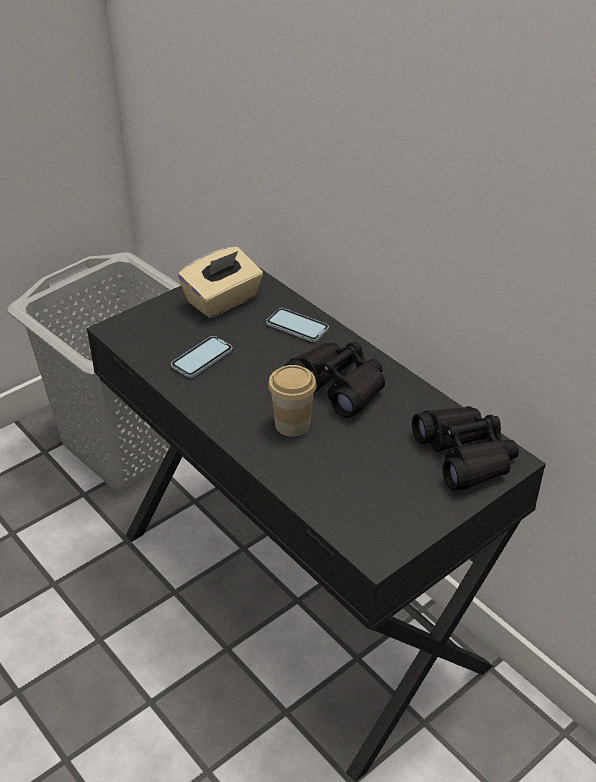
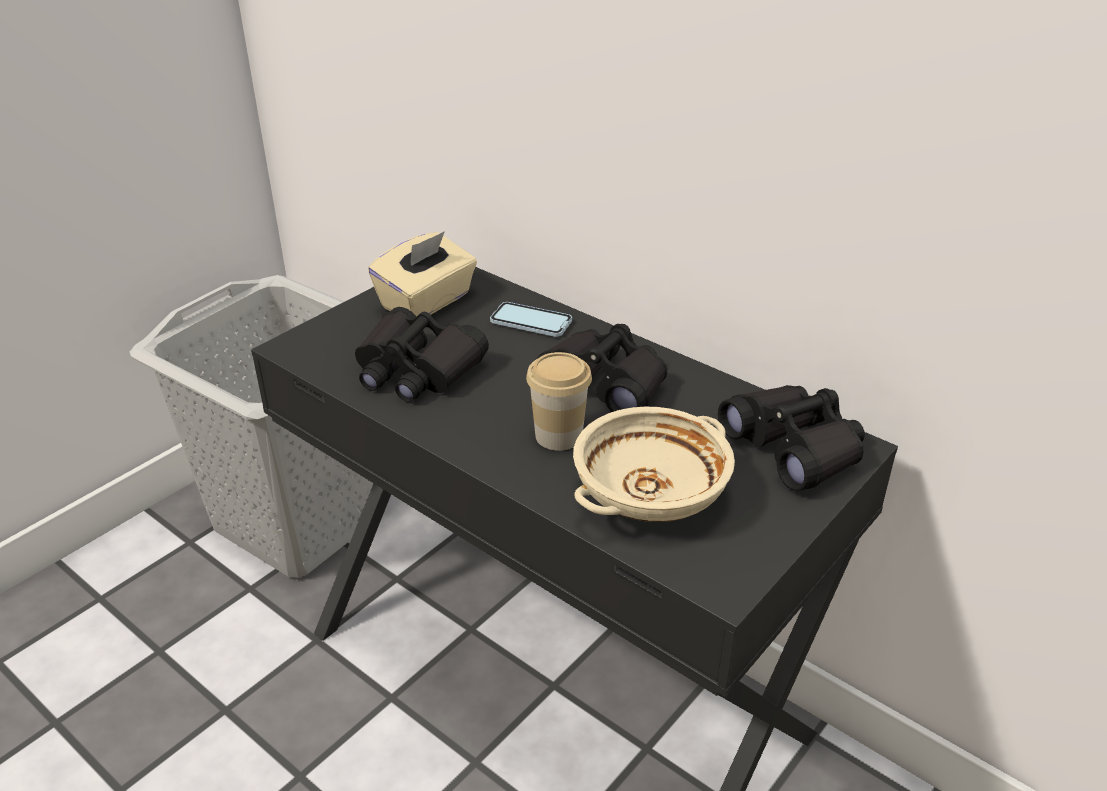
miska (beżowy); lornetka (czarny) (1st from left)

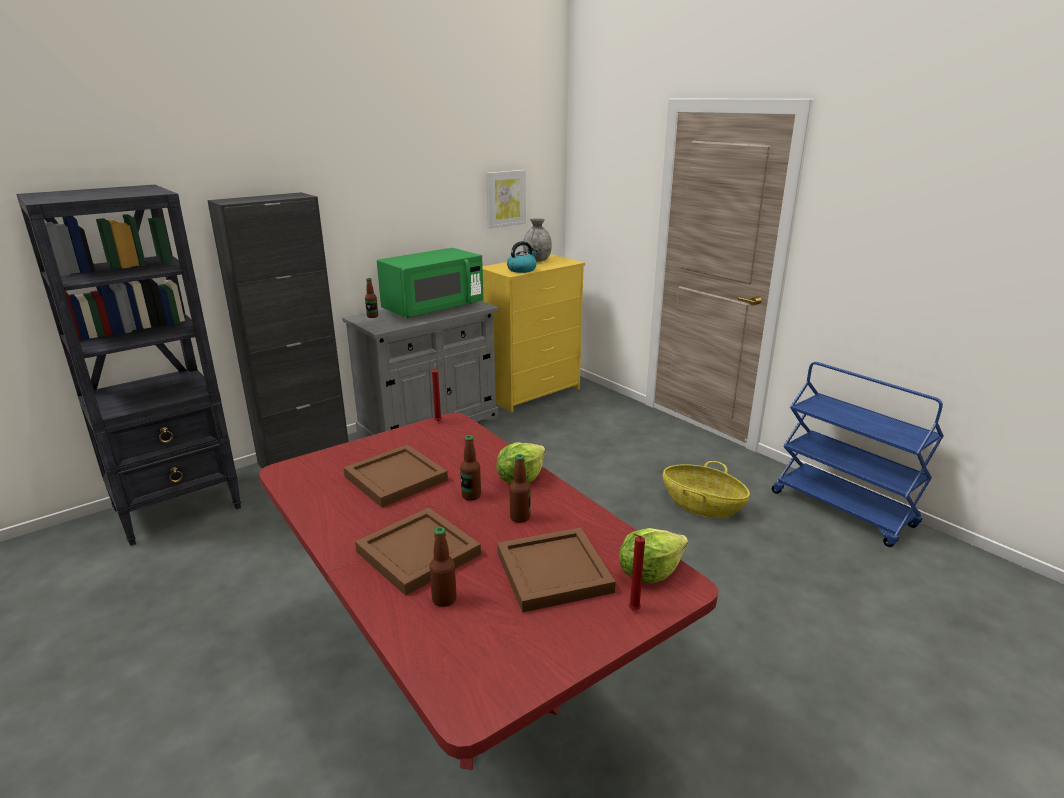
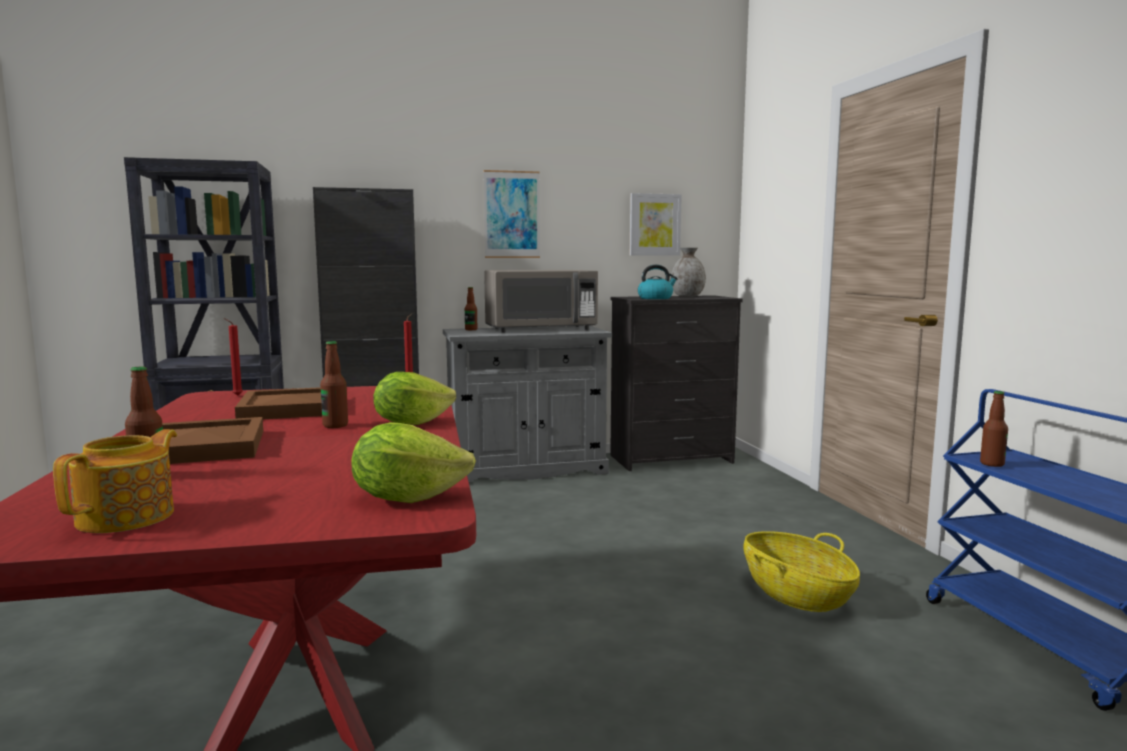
taca (brązowy) (3rd from left in the first image); imbryk; obraz (1st from left); butelka (4th from left); świeca (czerwony) (1st from left); mikrofalówka (szary); komoda (czarny)

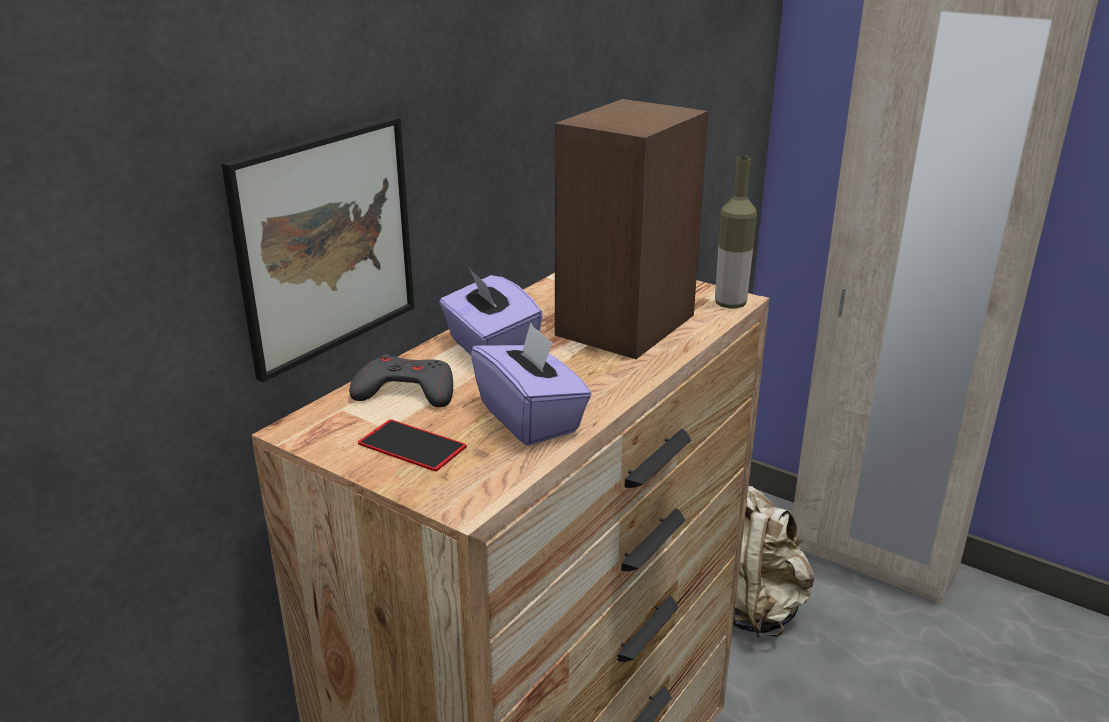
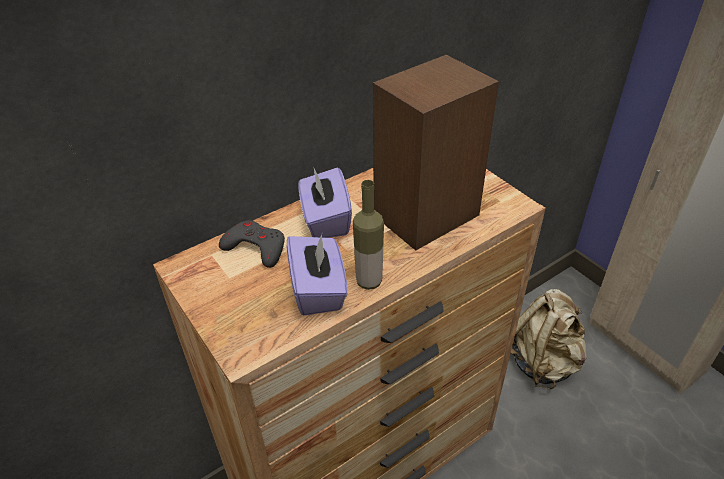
obraz; telefon; butelka

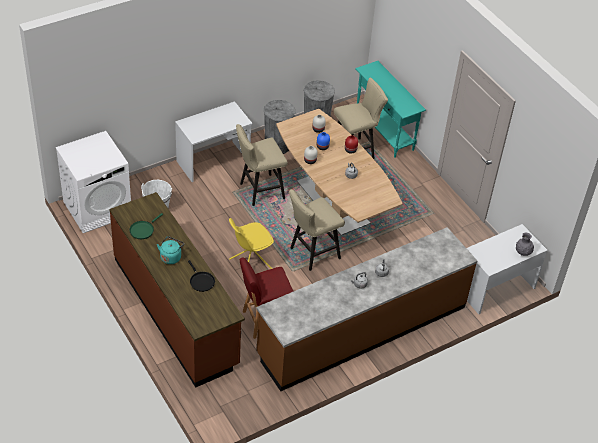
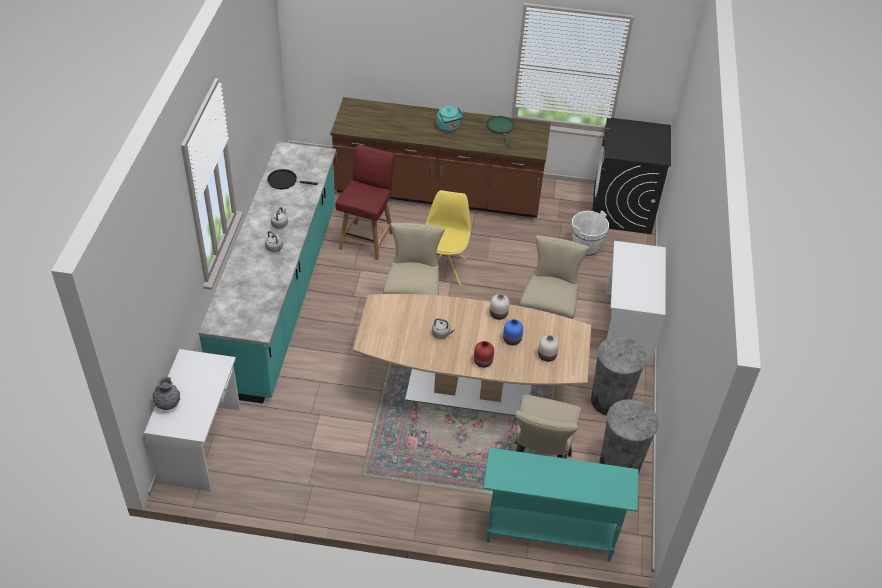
patelnia (czarny); pralka (czarny); zabudowa kuchenna (turkusowy)

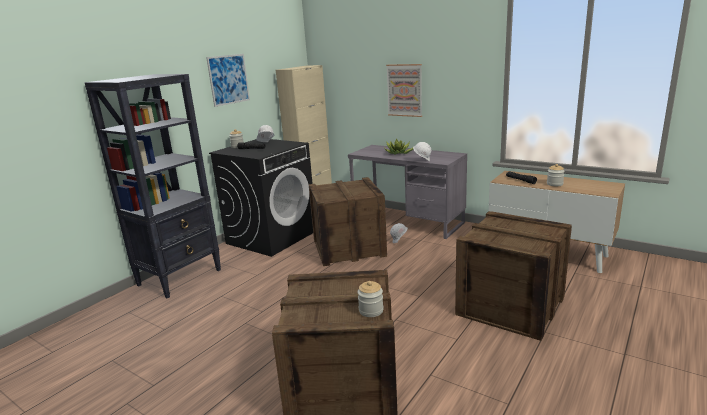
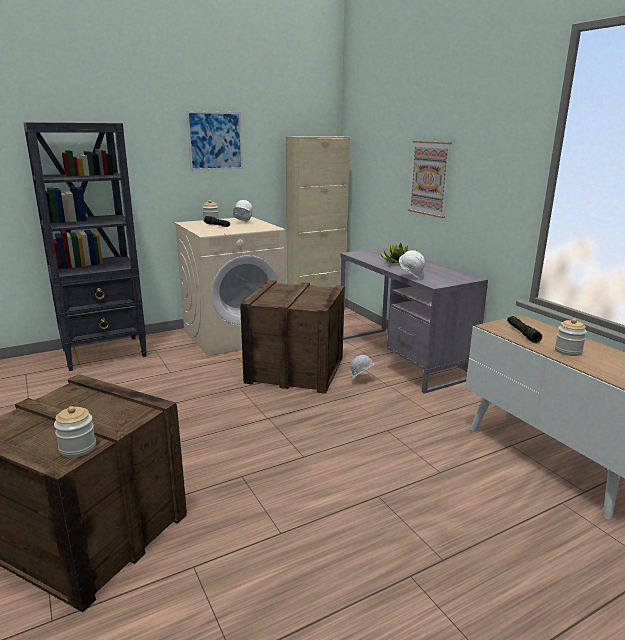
skrzynka (3rd from left in the first image); pralka (beżowy)

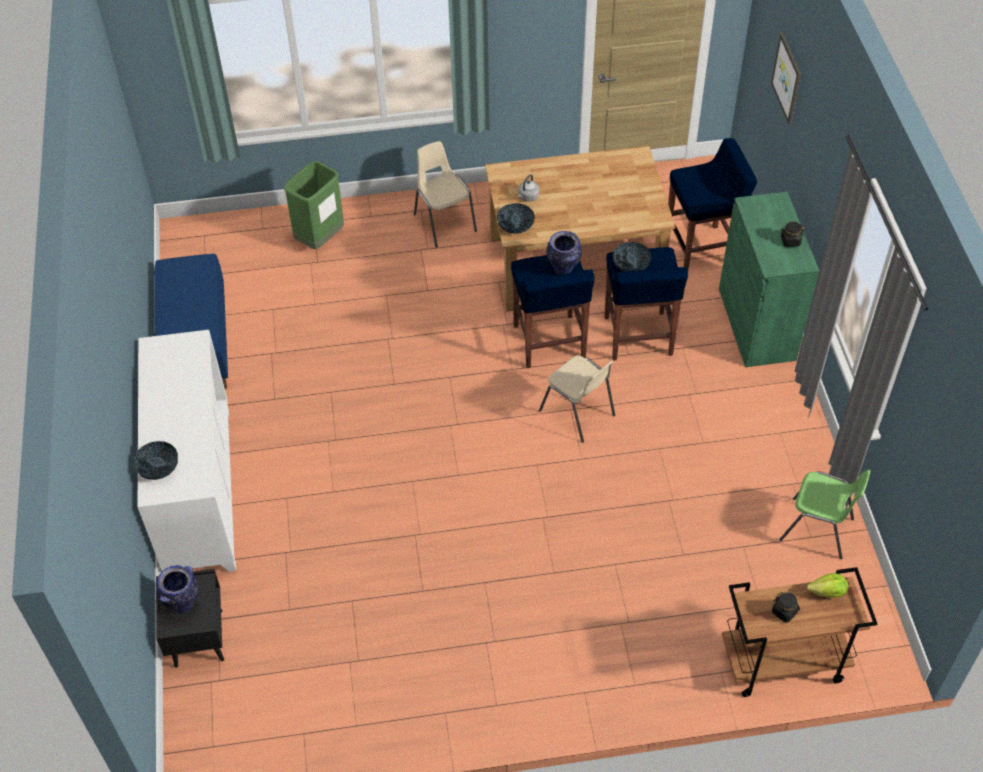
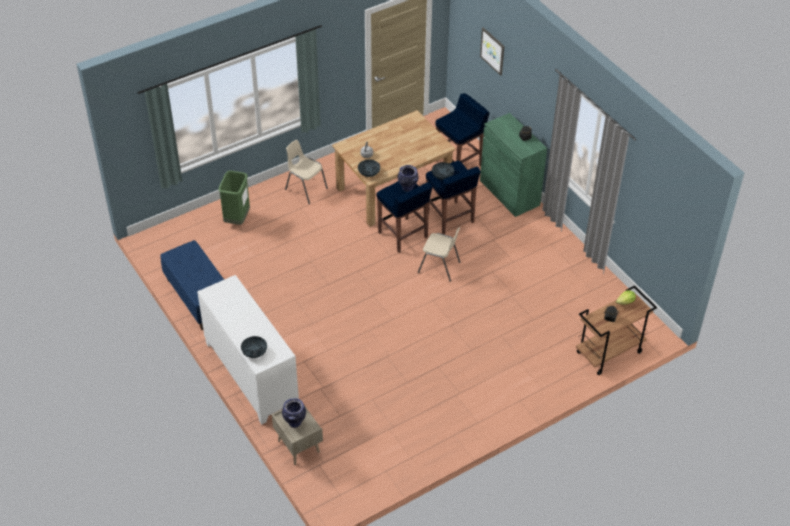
krzesło (zielony); szafka nocna (beżowy)

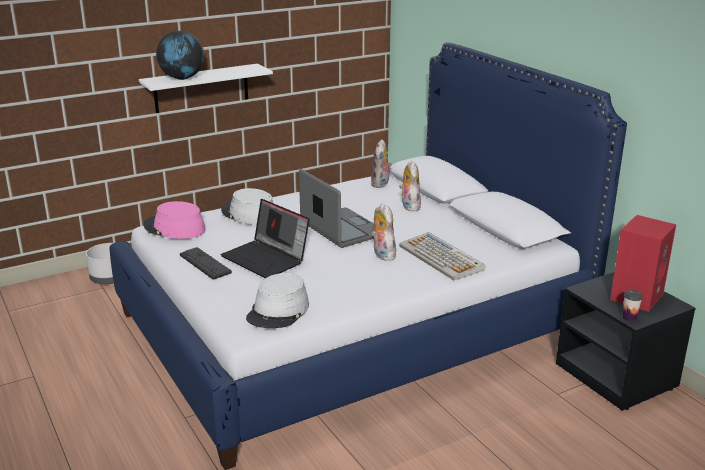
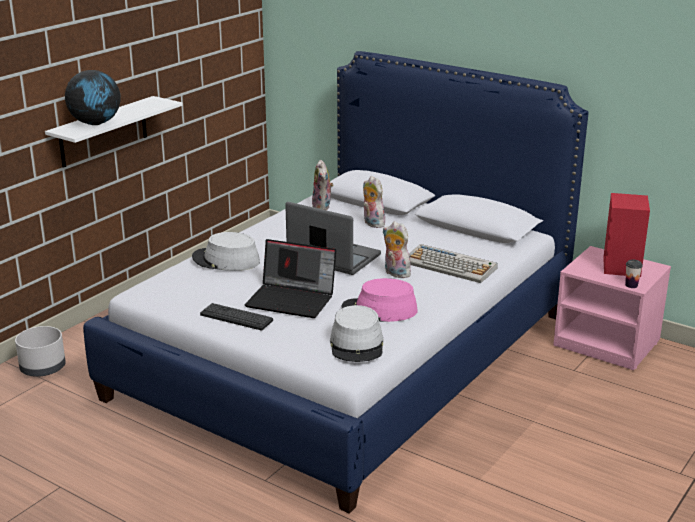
kapelusz (różowy); szafka nocna (różowy)

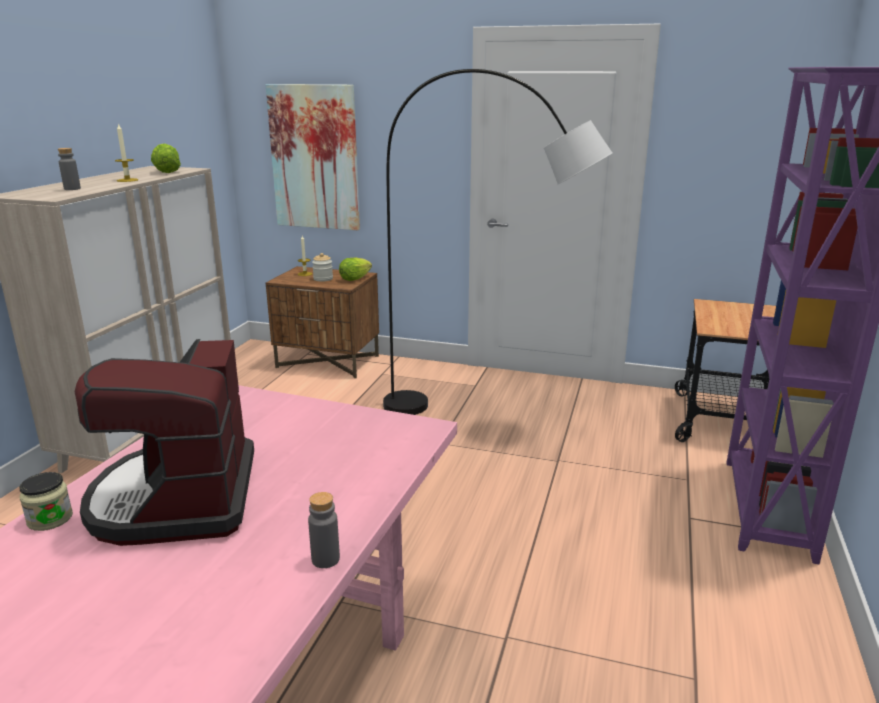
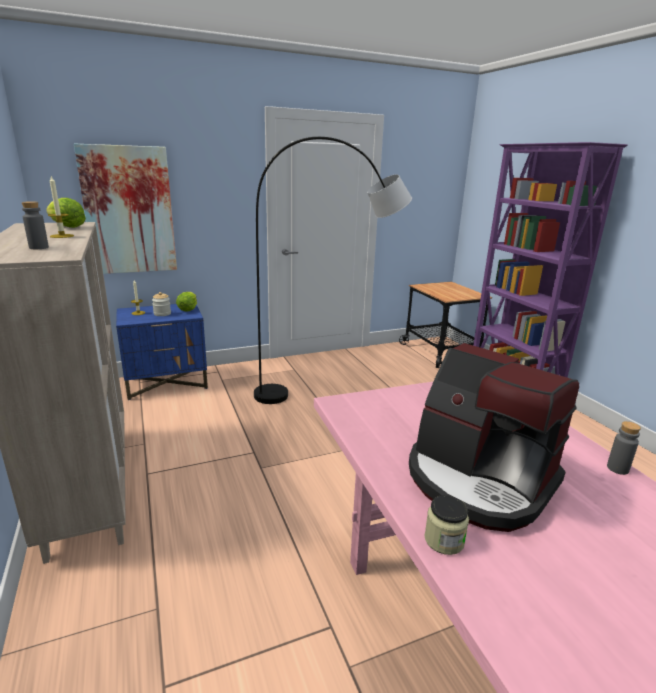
szafka nocna (niebieski)

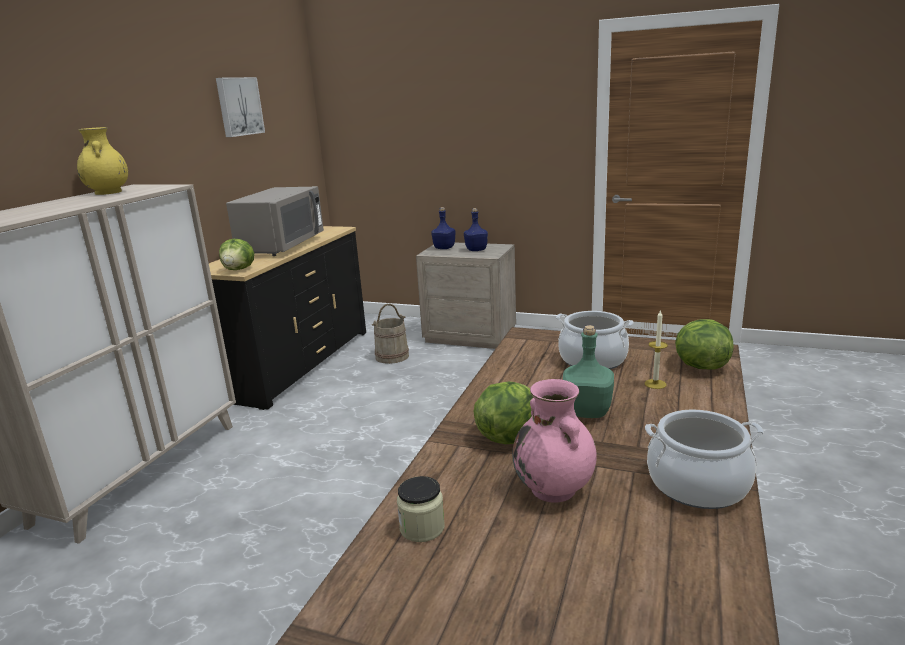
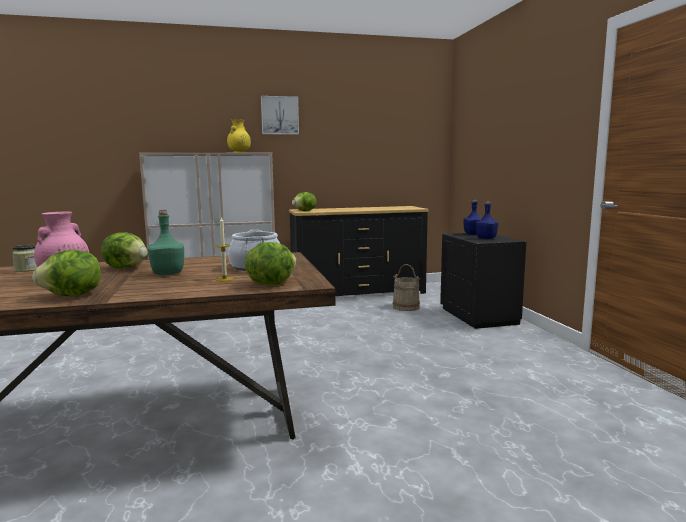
mikrofalówka (szary); obraz; sałata (1st from left); szafka nocna (czarny)

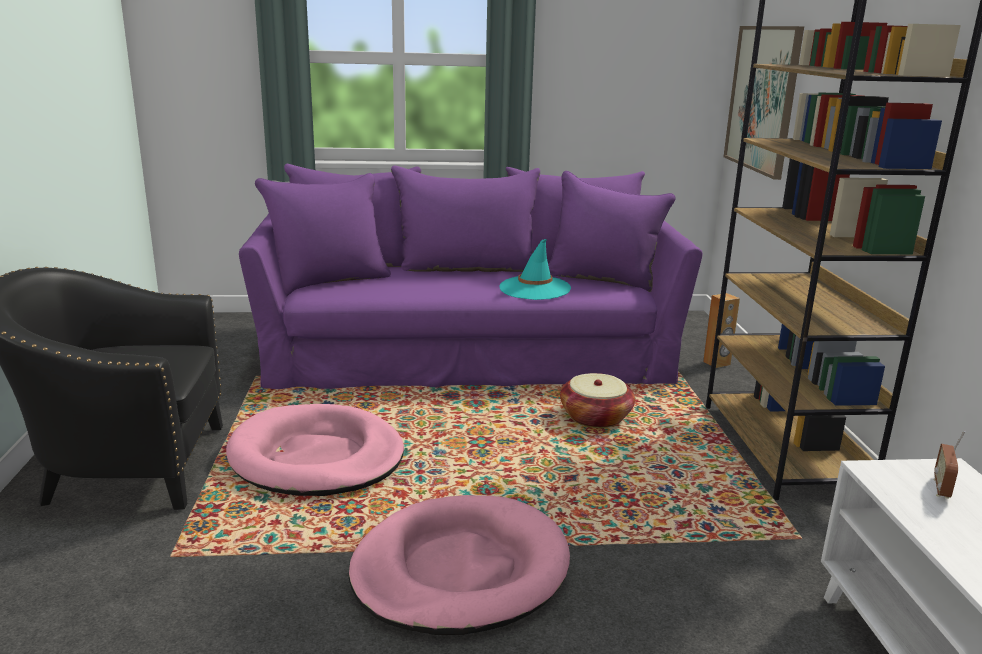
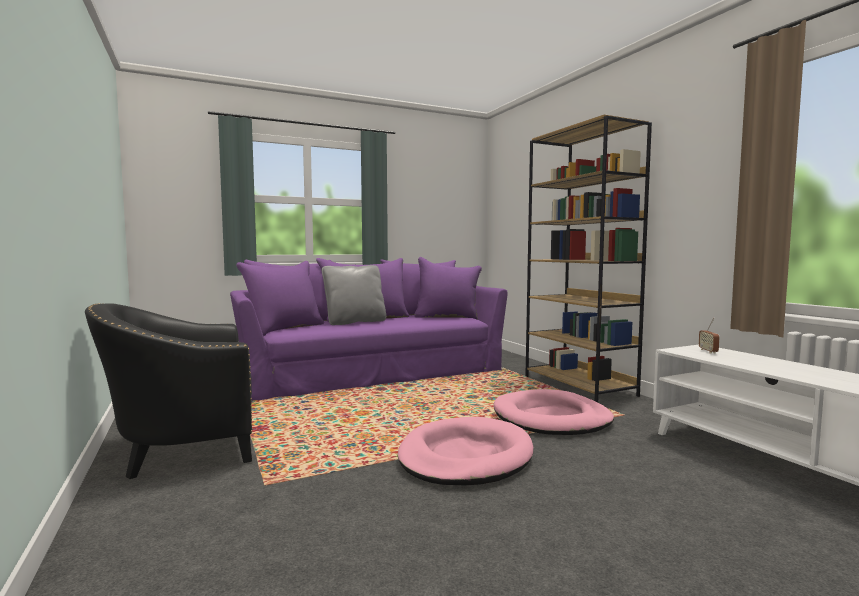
kapelusz (turkusowy); koszyk; głośnik (brązowy); obraz; poduszka (szary); legowisko (różowy) (2nd from left)

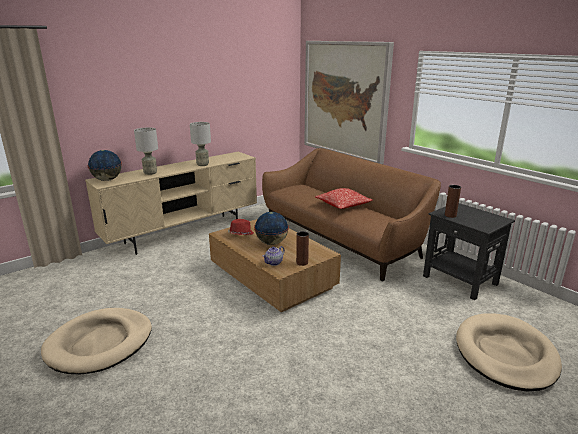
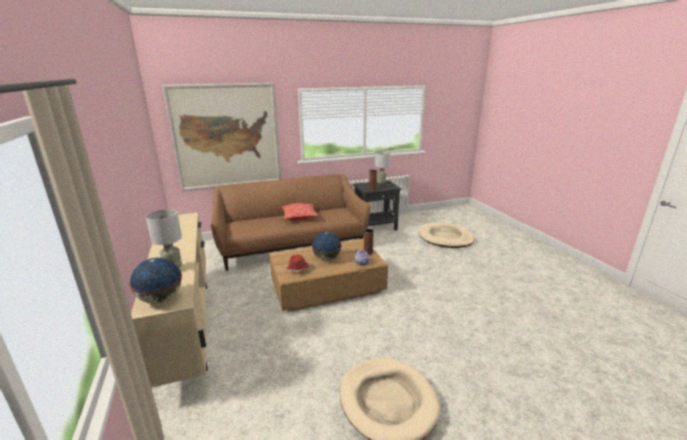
lampa stołowa (szary) (2nd from left)

